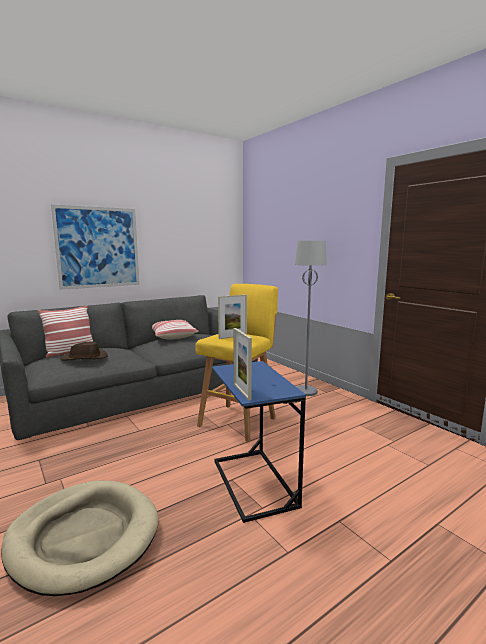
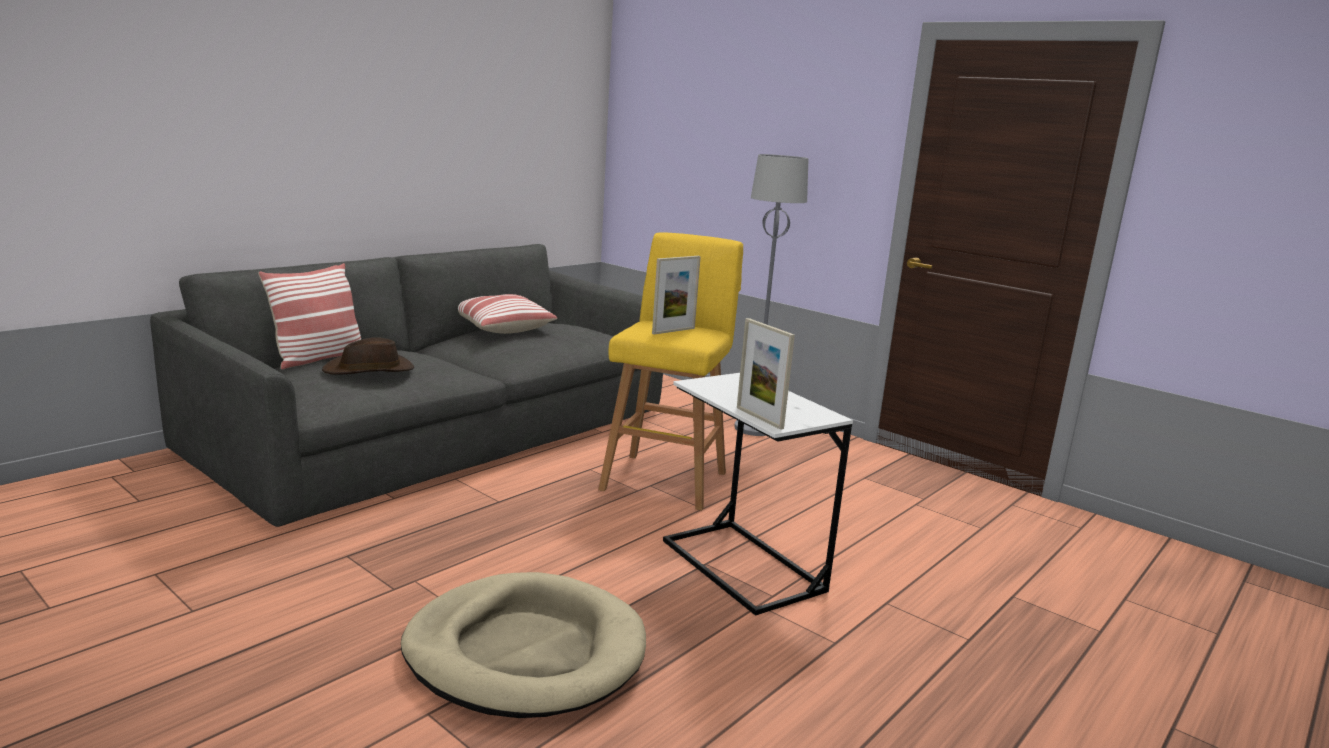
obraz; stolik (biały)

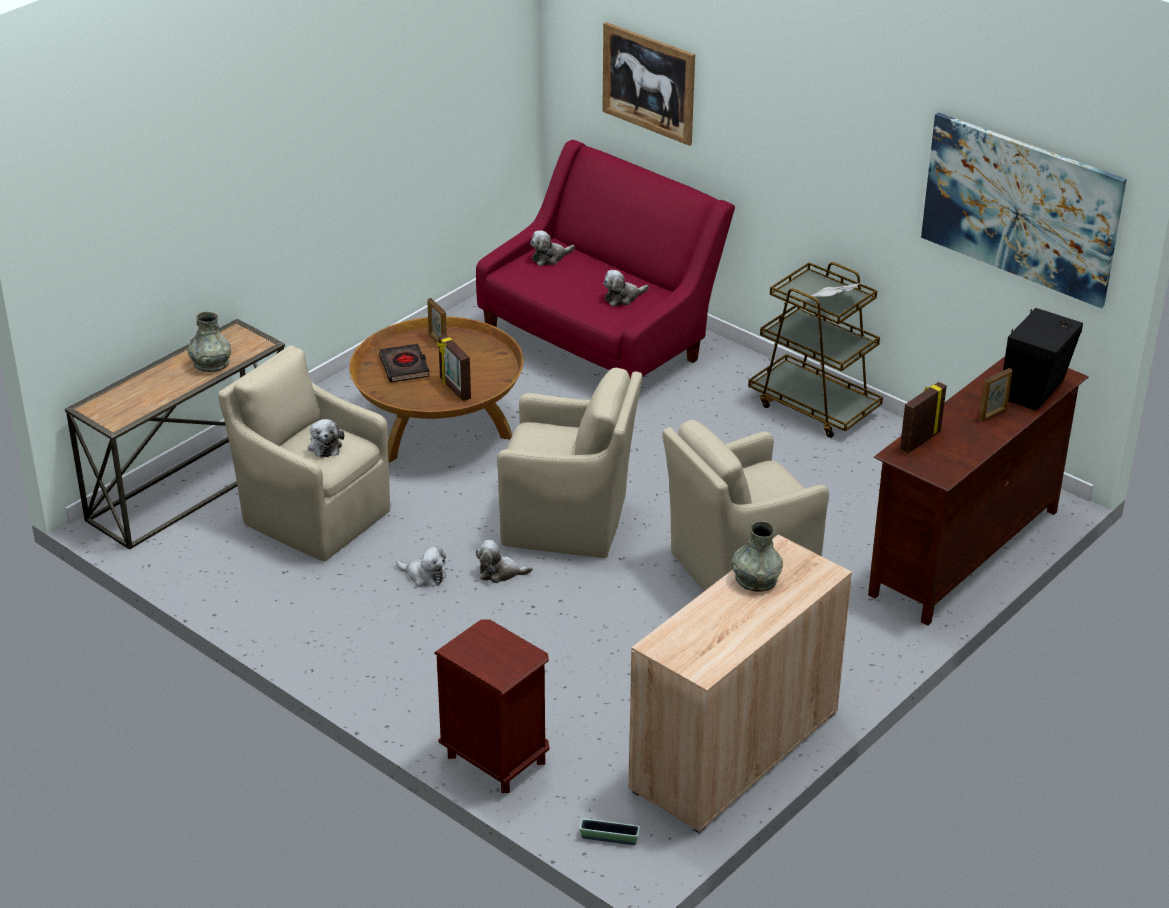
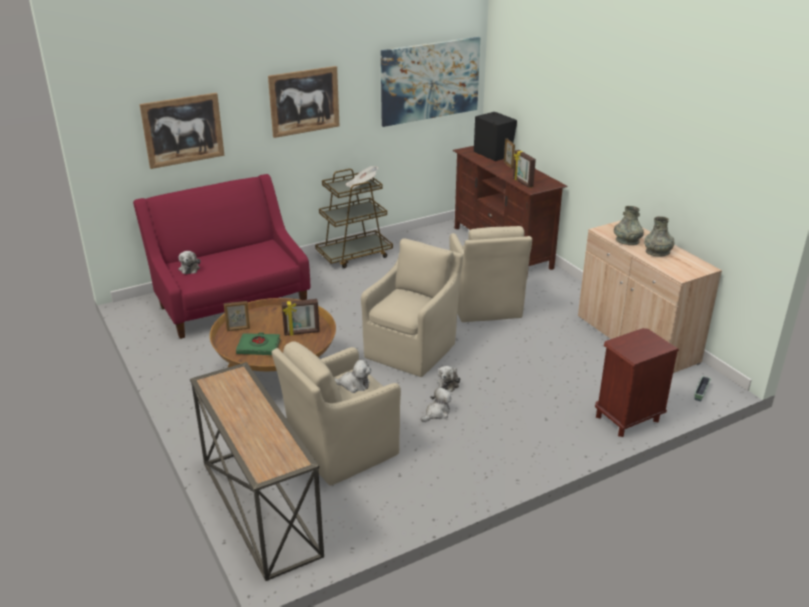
pluszak (5th from left in the first image); obraz (2nd from left); wazon (szary) (2nd from left); książka (zielony)

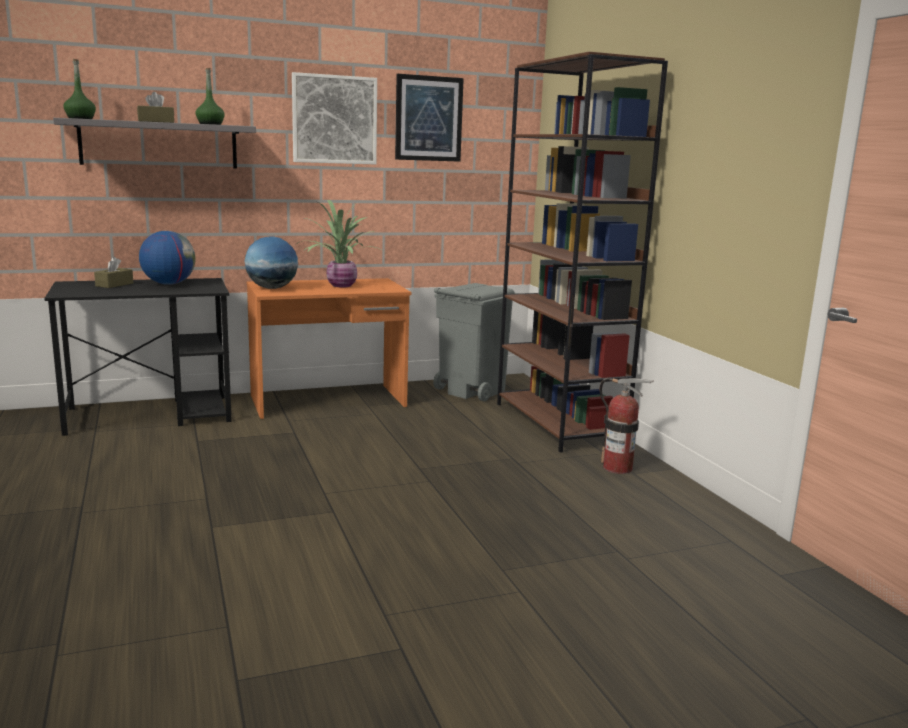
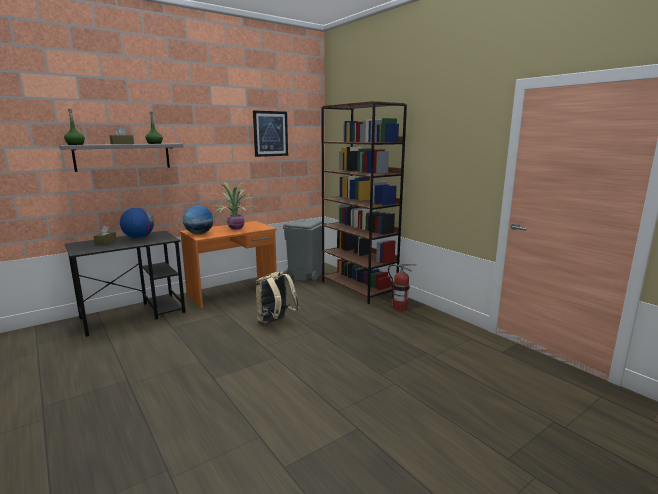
obraz (1st from left in the first image); plecak (beżowy)

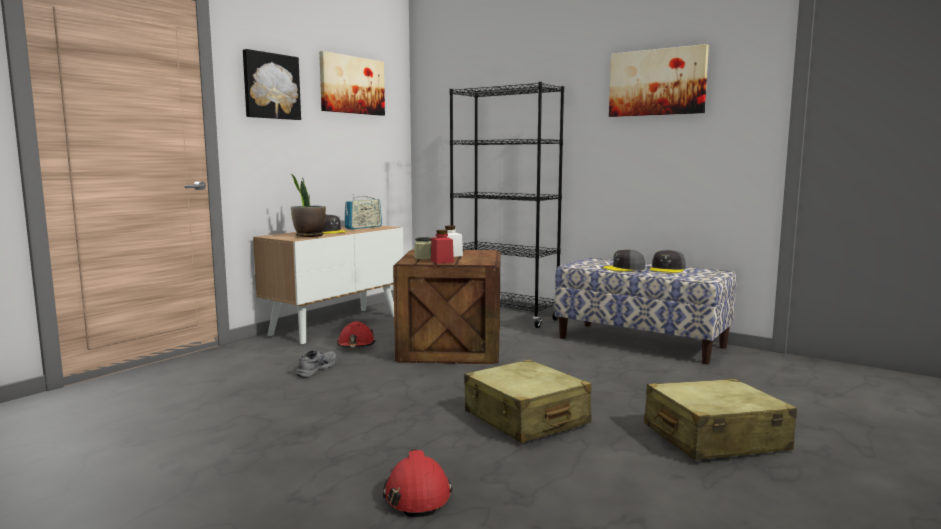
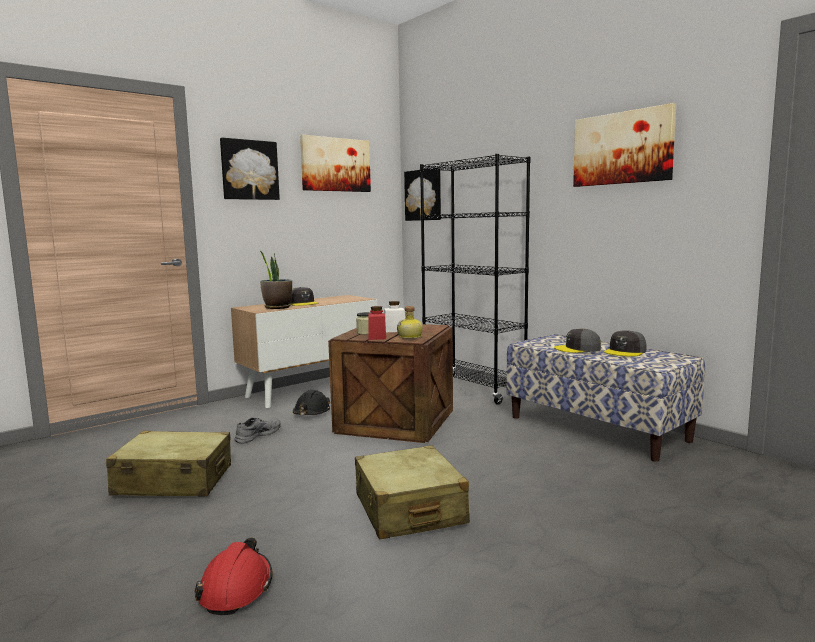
radio; butelka; obraz (3rd from left); walizka (beżowy) (1st from left); kask (czarny)

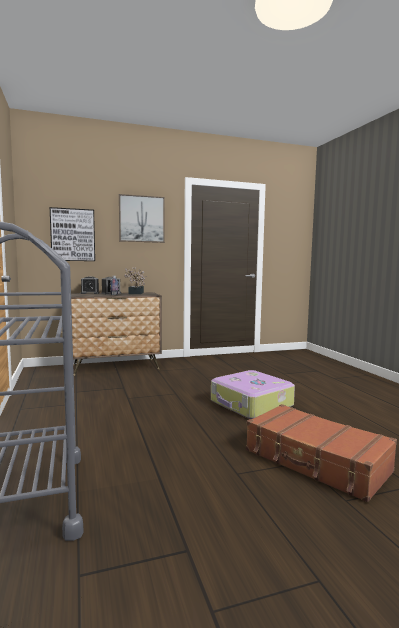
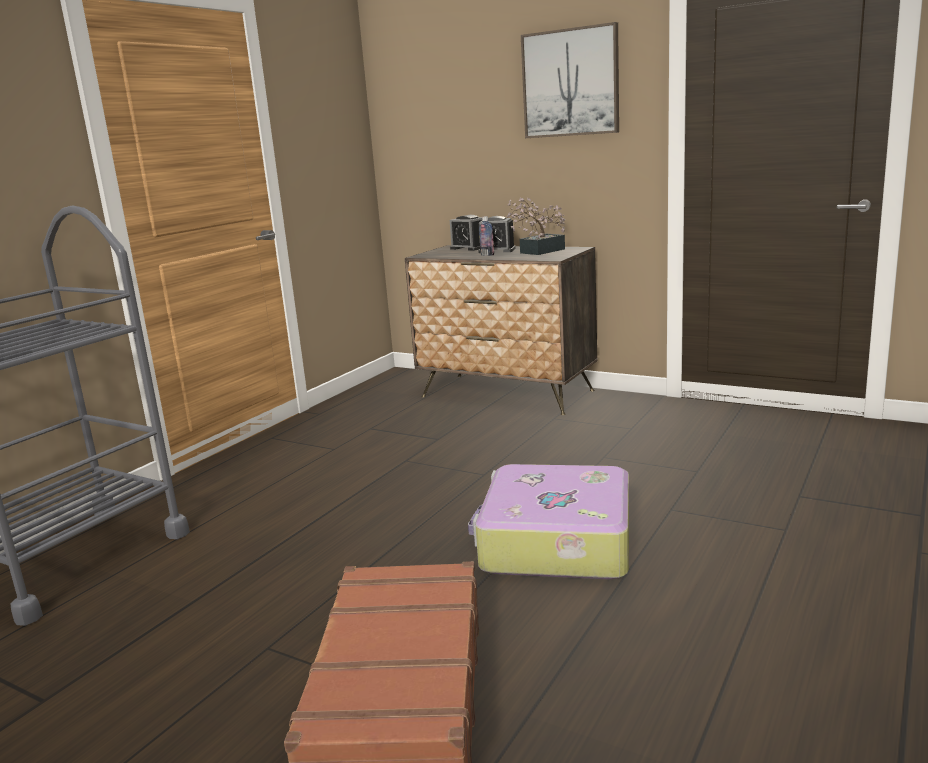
obraz (1st from left in the first image)

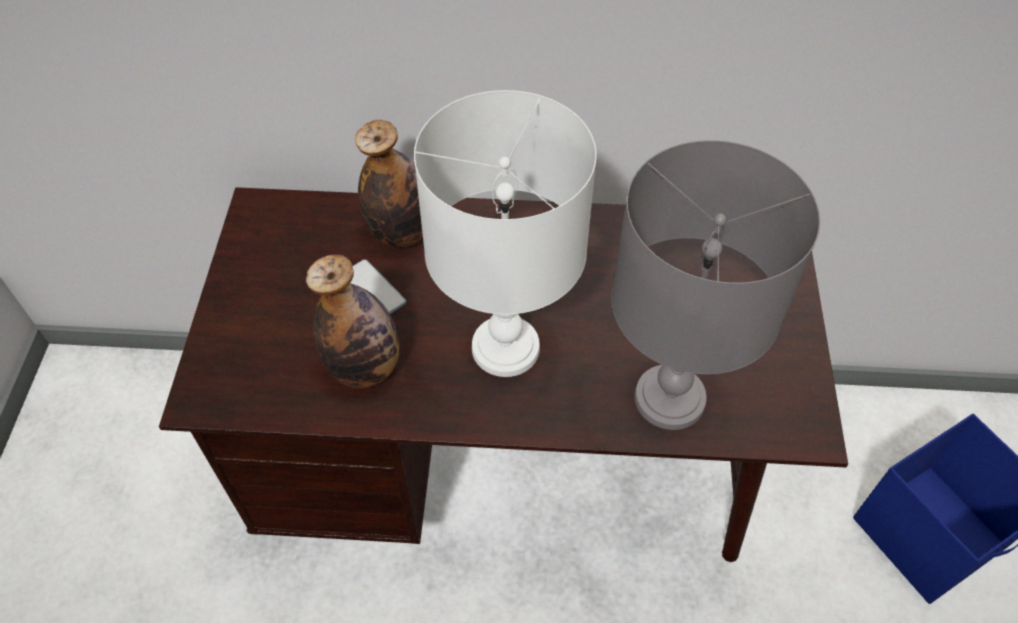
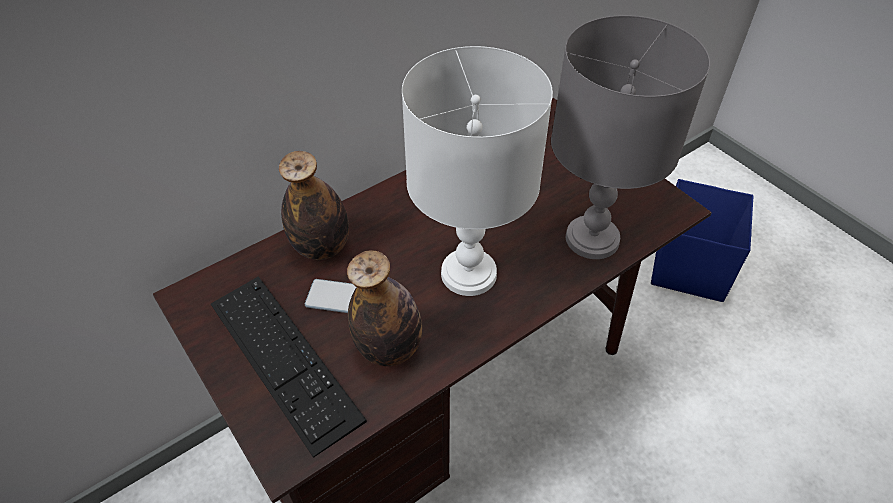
klawiatura

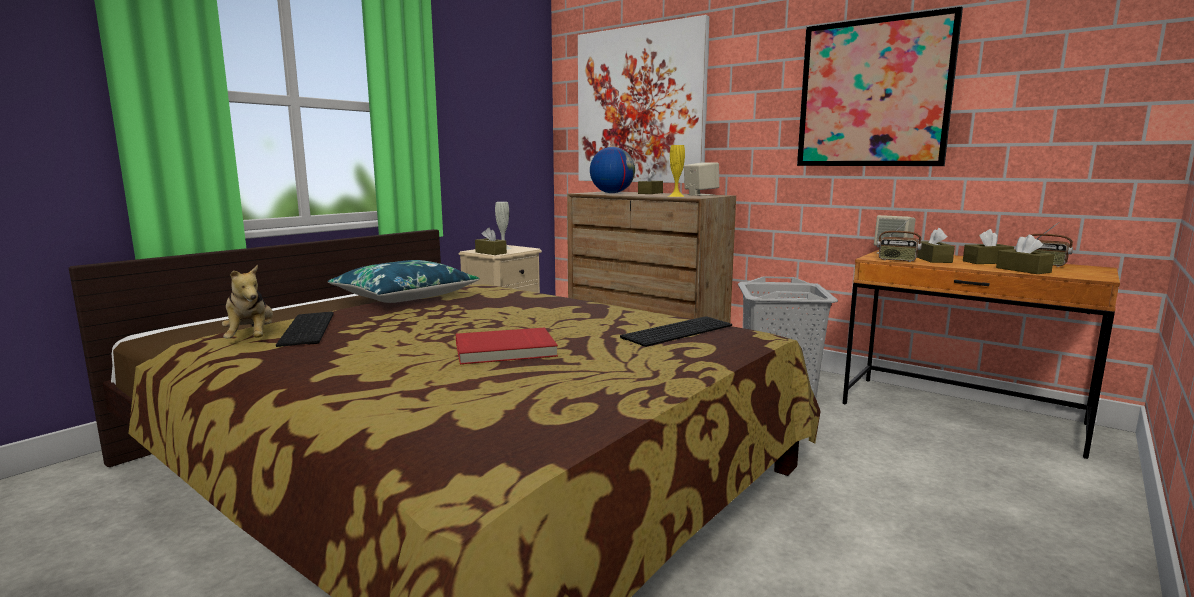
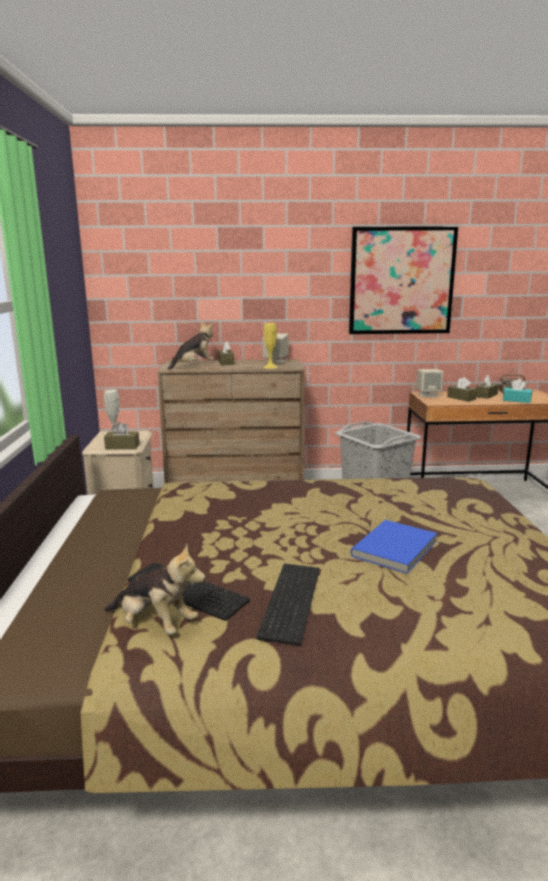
poduszka (niebieski); obraz (1st from left in the first image); radio (1st from left in the first image); klawiatura (2nd from left); pluszak (2nd from left); książka (niebieski); pudełko chusteczek (turkusowy)

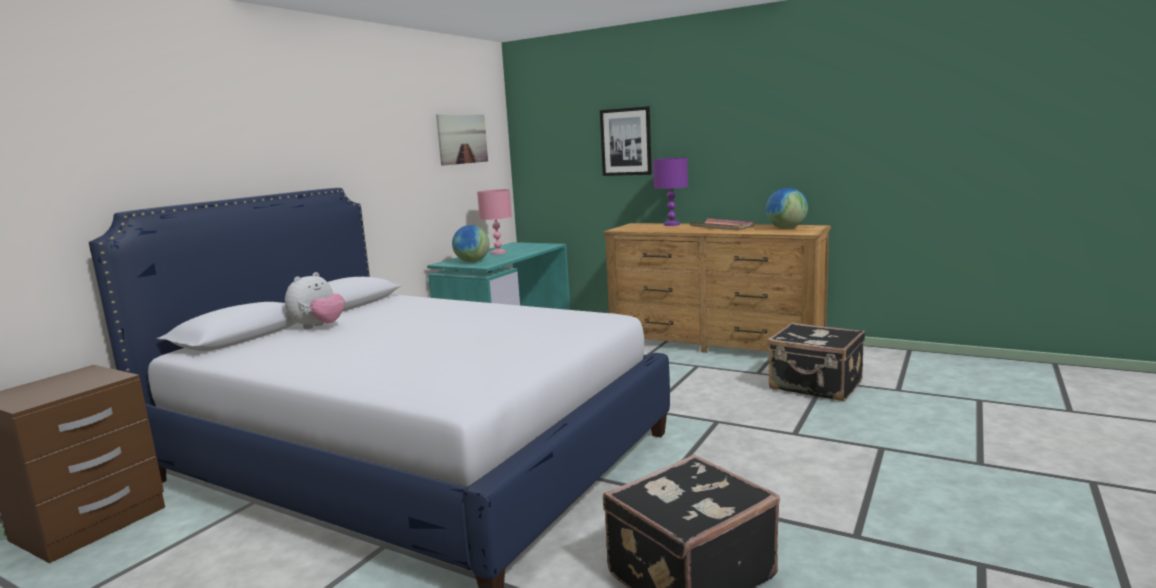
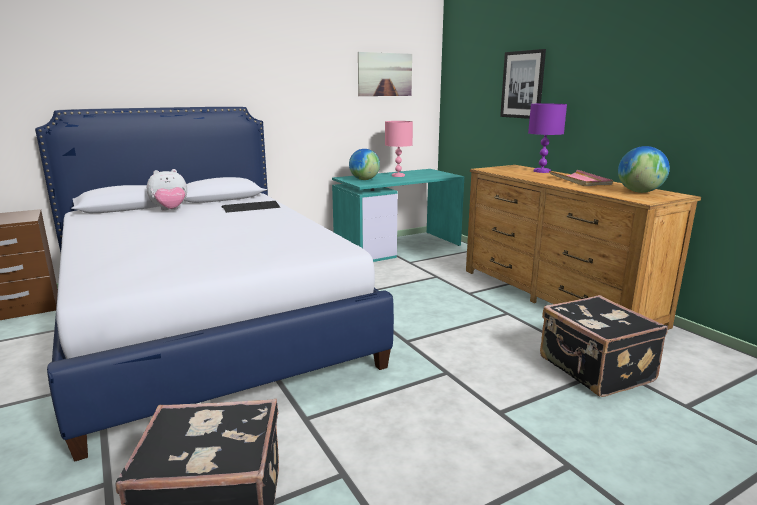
klawiatura

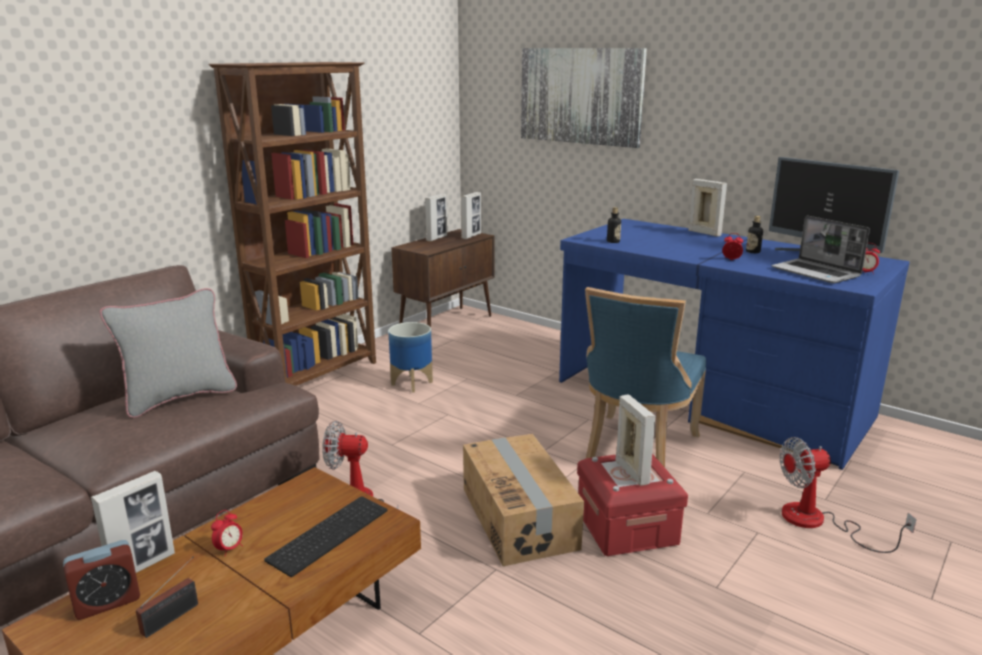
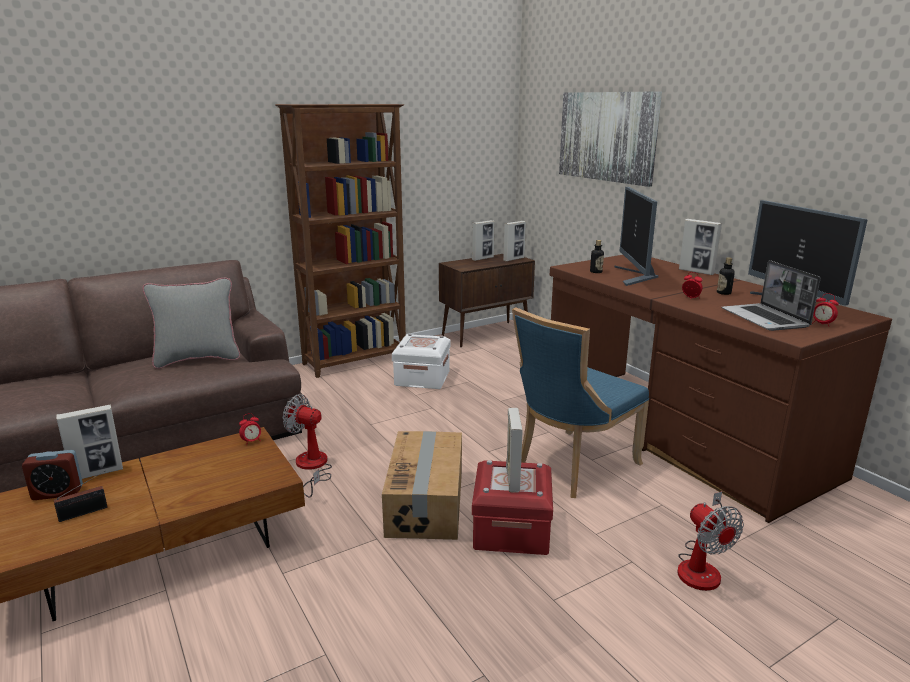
klawiatura; monitor (1st from left); budzik (2nd from left); pojemnik do przechowywania (biały); biurko (brązowy); ramka na zdjęcie (5th from left); wentylator (2nd from left)

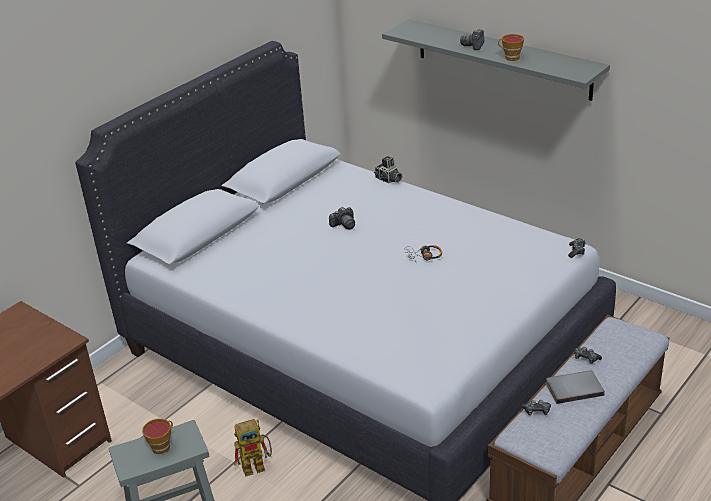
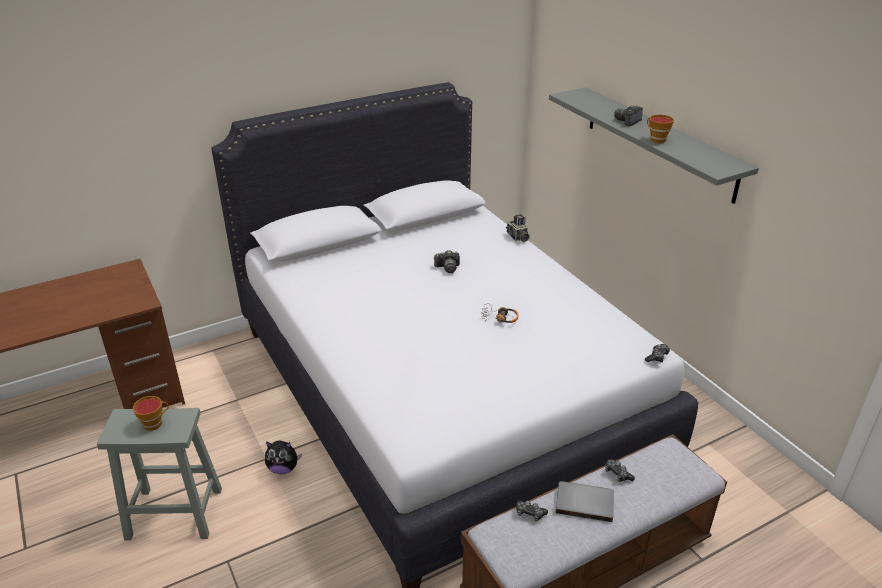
pluszak

